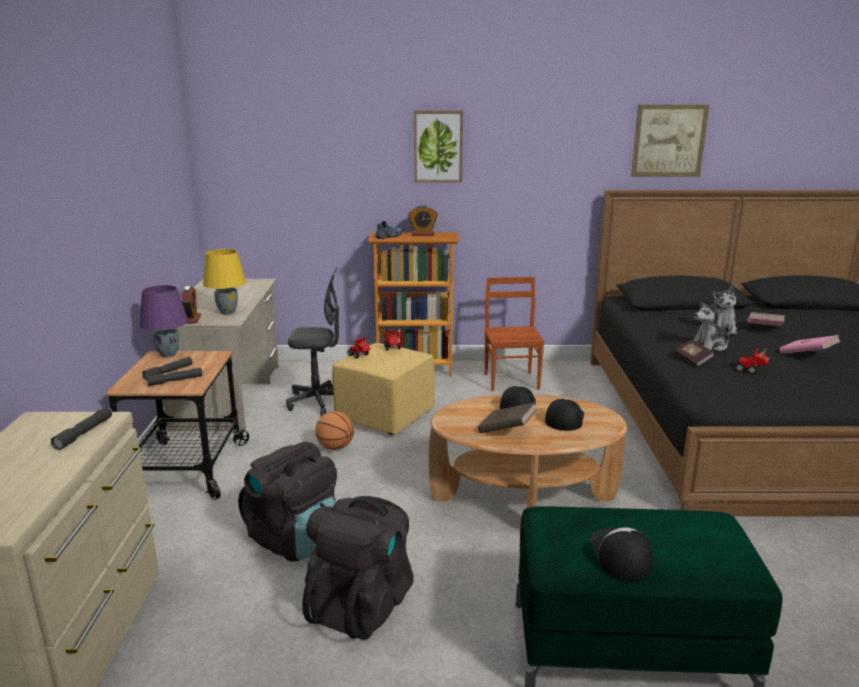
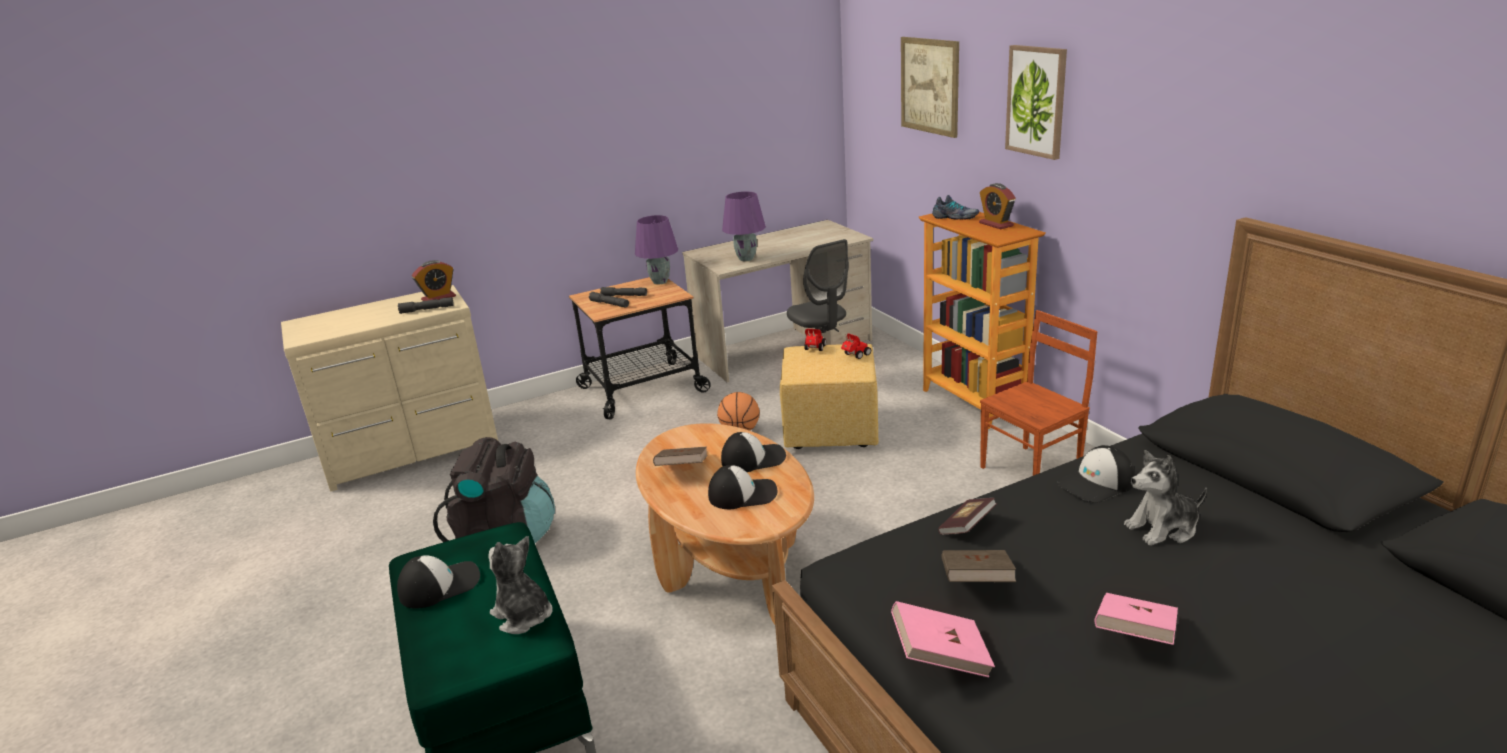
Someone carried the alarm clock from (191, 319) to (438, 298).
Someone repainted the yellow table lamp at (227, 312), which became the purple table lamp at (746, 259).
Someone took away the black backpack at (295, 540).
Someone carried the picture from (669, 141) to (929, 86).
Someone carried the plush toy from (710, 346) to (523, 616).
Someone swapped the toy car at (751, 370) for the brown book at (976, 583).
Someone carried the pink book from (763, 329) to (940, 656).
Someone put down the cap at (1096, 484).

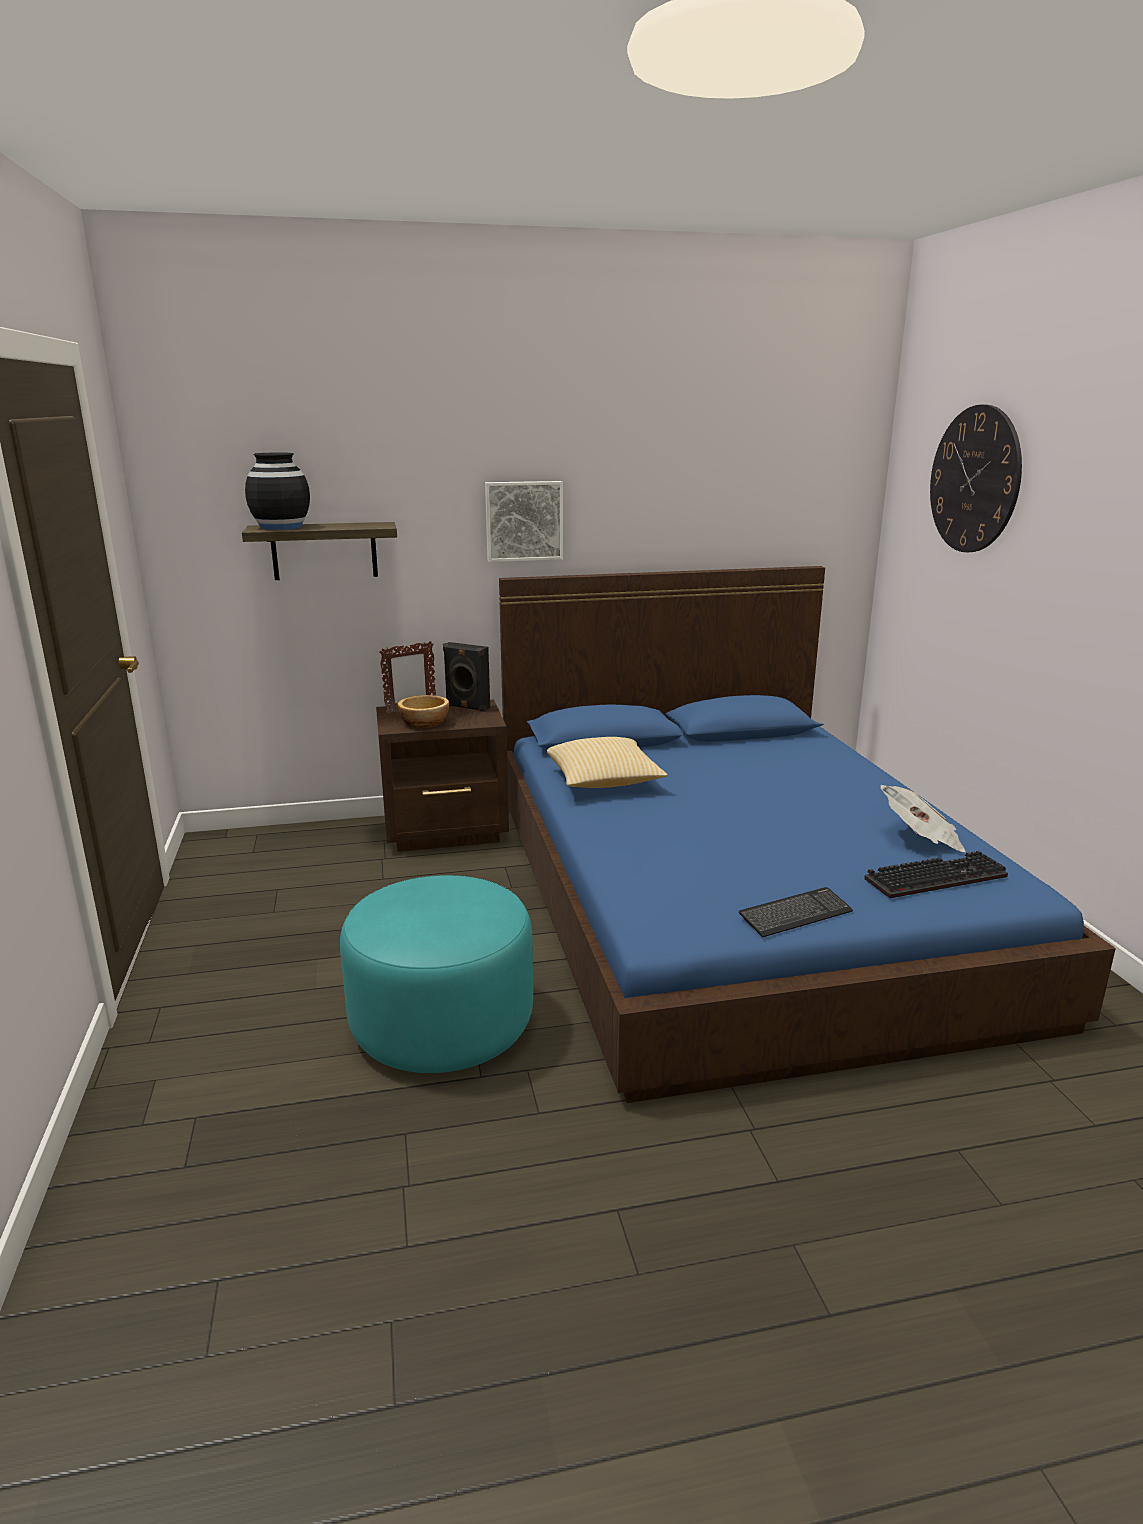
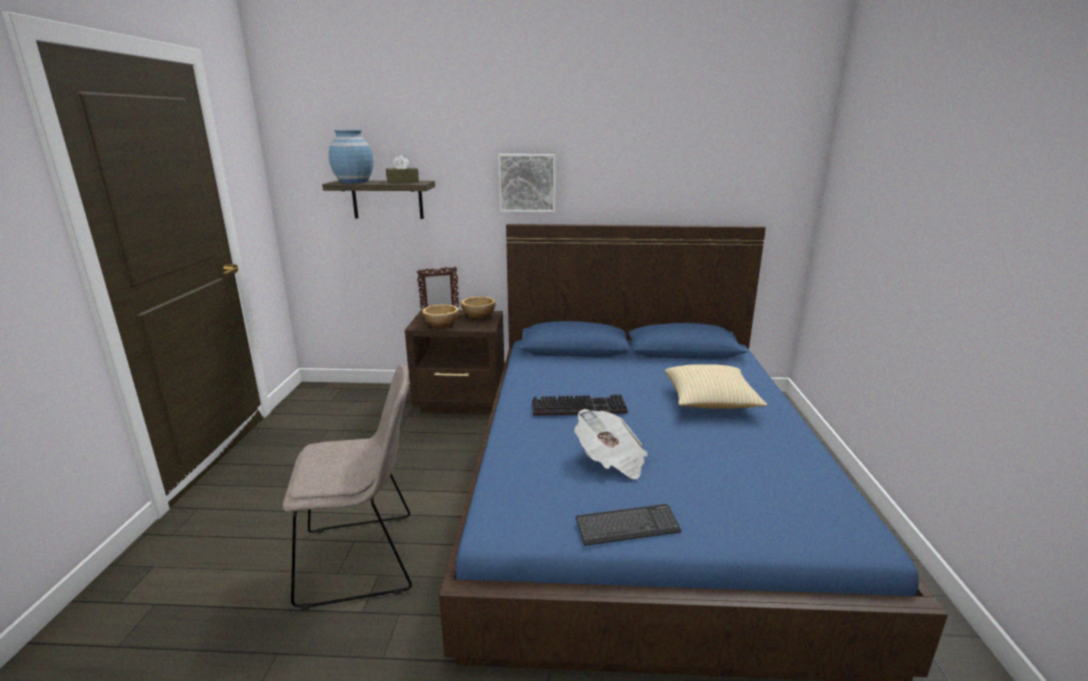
Someone repainted the black vase at (281, 527), which became the blue vase at (353, 181).
Someone swapped the turquoise ottoman at (443, 1024) for the beige chair at (364, 558).
Someone swapped the black speaker at (467, 707) for the bowl at (479, 315).
Someone carried the pillow from (603, 782) to (710, 402).
Someone carried the keyboard from (936, 876) to (580, 407).
Someone carried the newspaper from (921, 839) to (611, 460).
Someone took away the wall clock at (974, 479).
Someone put down the brown tissue box at (402, 182).

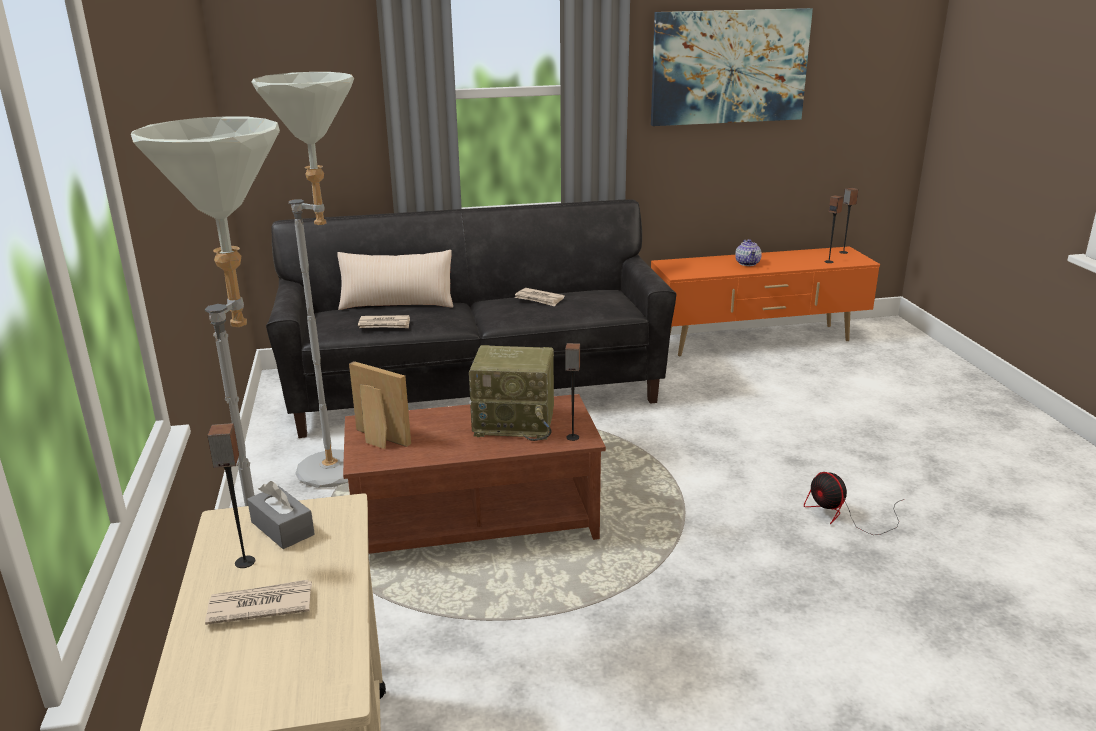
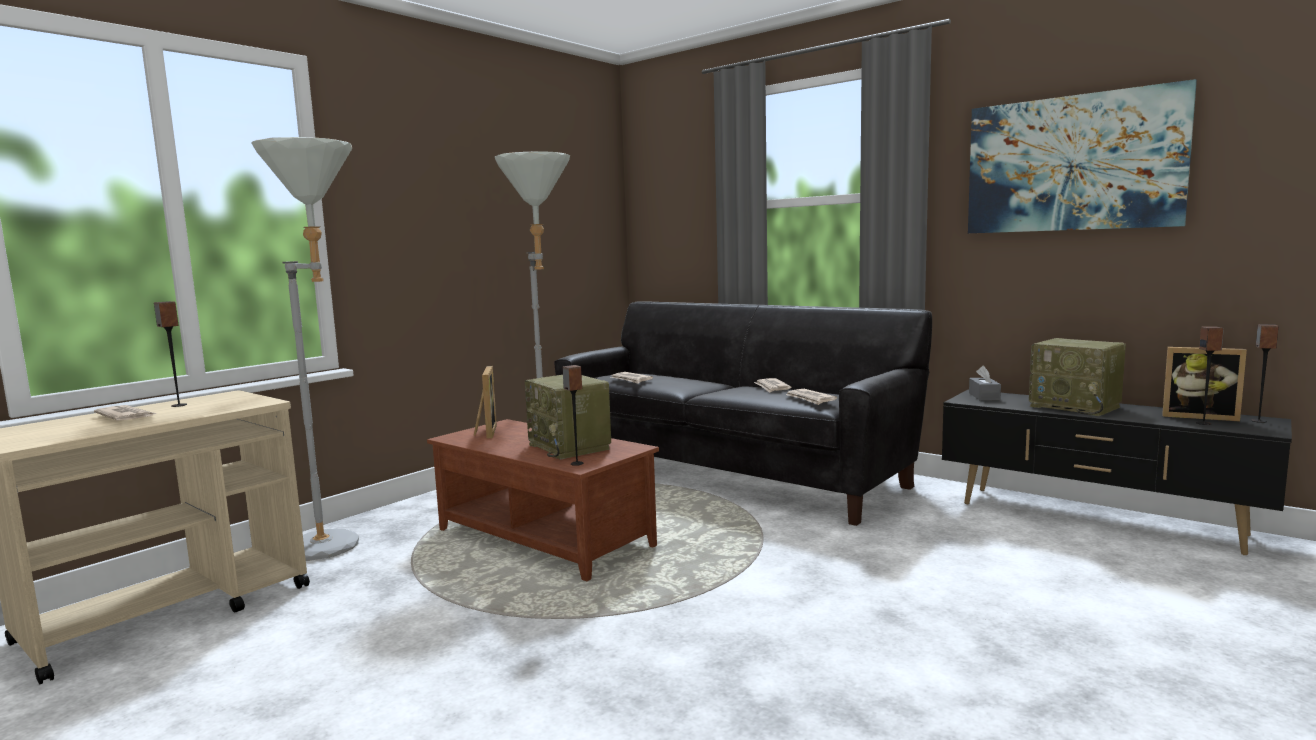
Someone carried the grey tissue box from (282, 528) to (984, 396).
Someone took away the beige pillow at (397, 304).
Someone repainted the orange tv stand at (758, 341), which became the black tv stand at (1097, 519).
Someone swapped the teapot at (747, 263) for the radio at (1076, 407).
Someone took away the fan at (846, 515).
Someone put down the newspaper at (810, 399).
Someone put down the picture frame at (1199, 416).

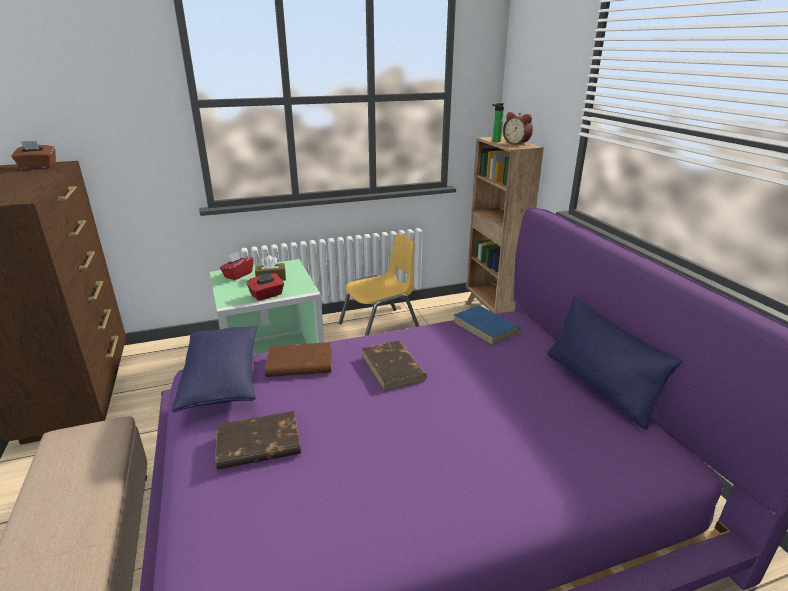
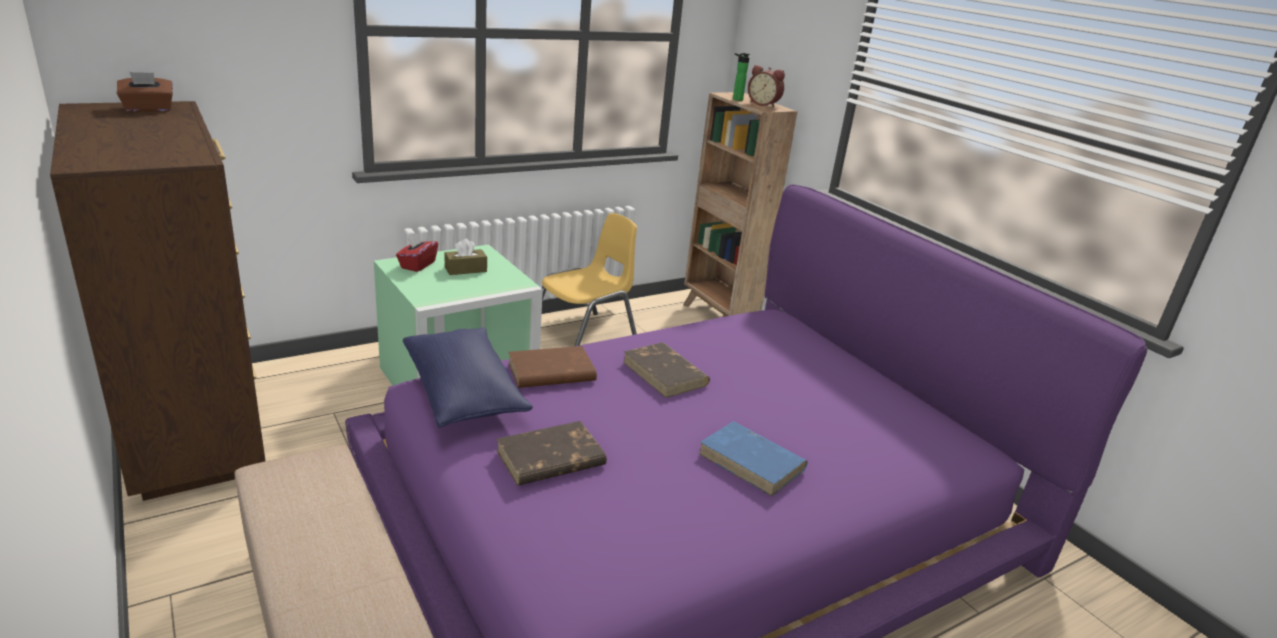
Someone took away the red tissue box at (267, 295).
Someone carried the blue book from (486, 328) to (752, 462).
Someone took away the blue pillow at (598, 386).

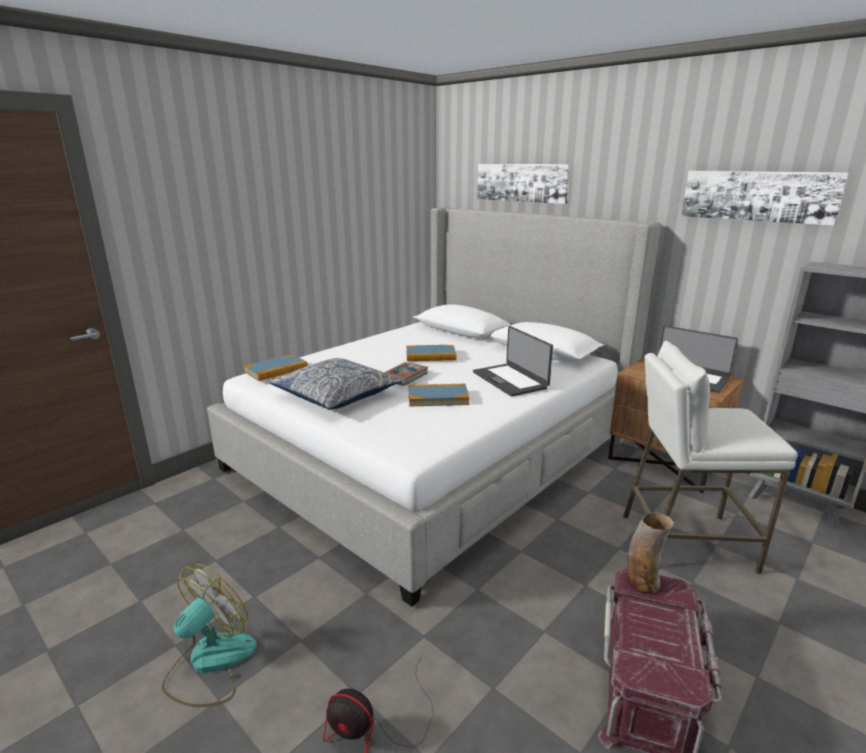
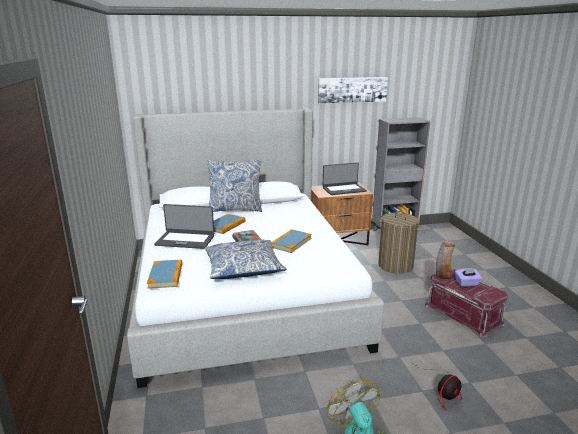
Someone carried the laptop from (510, 380) to (185, 240).
Someone took away the picture at (522, 182).
Someone swapped the white stool at (685, 542) for the laundry basket at (395, 265).
Someone put down the pillow at (235, 209).
Someone put down the purple tissue box at (467, 283).

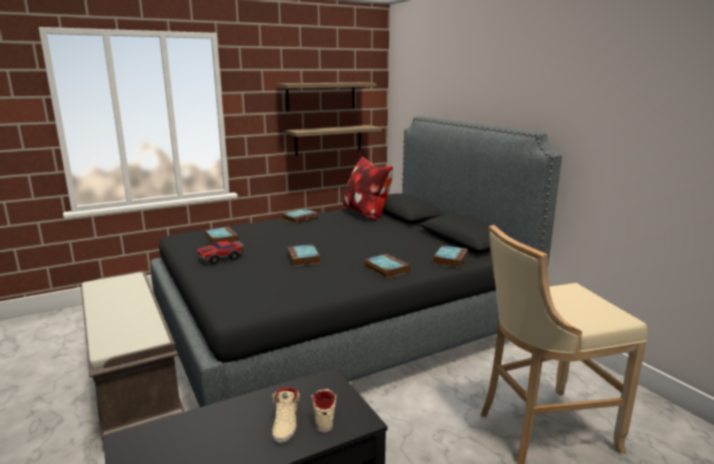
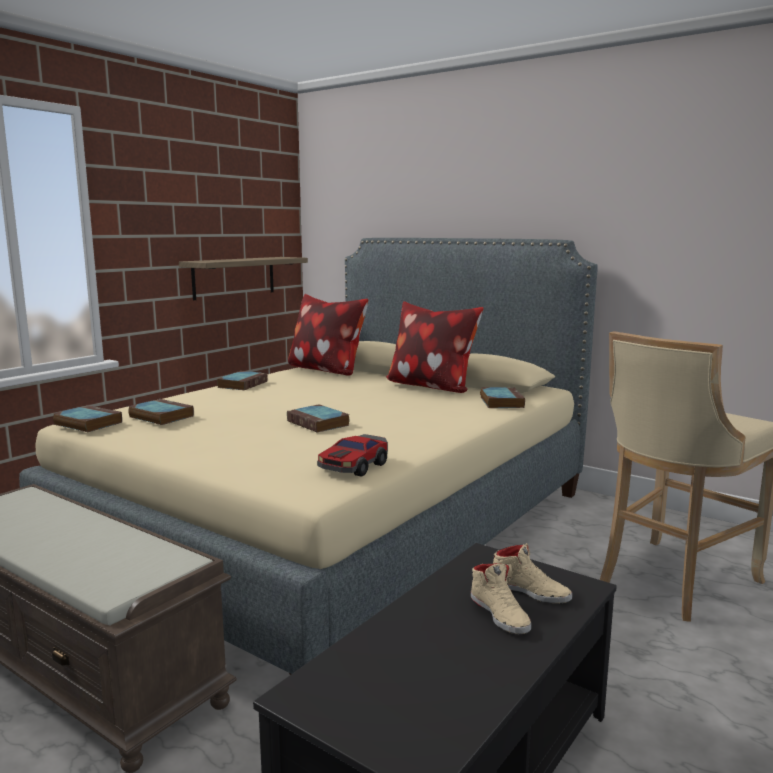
Someone repainted the black bed at (341, 325), which became the beige bed at (340, 526).
Someone carried the toy car from (221, 258) to (354, 466).
Someone took away the shelf at (321, 96).
Someone rotated the beige shoe at (324, 413) by 150 degrees clockwise.
Someone carried the book from (385, 269) to (86, 423).
Someone put down the pillow at (431, 387).

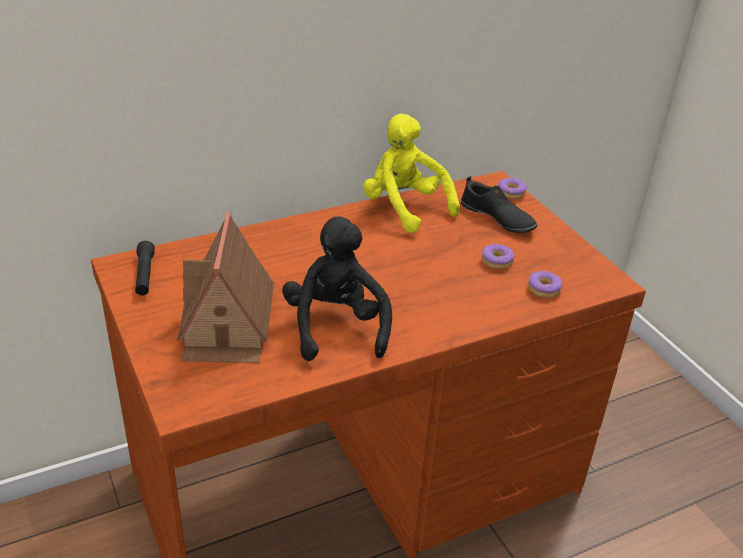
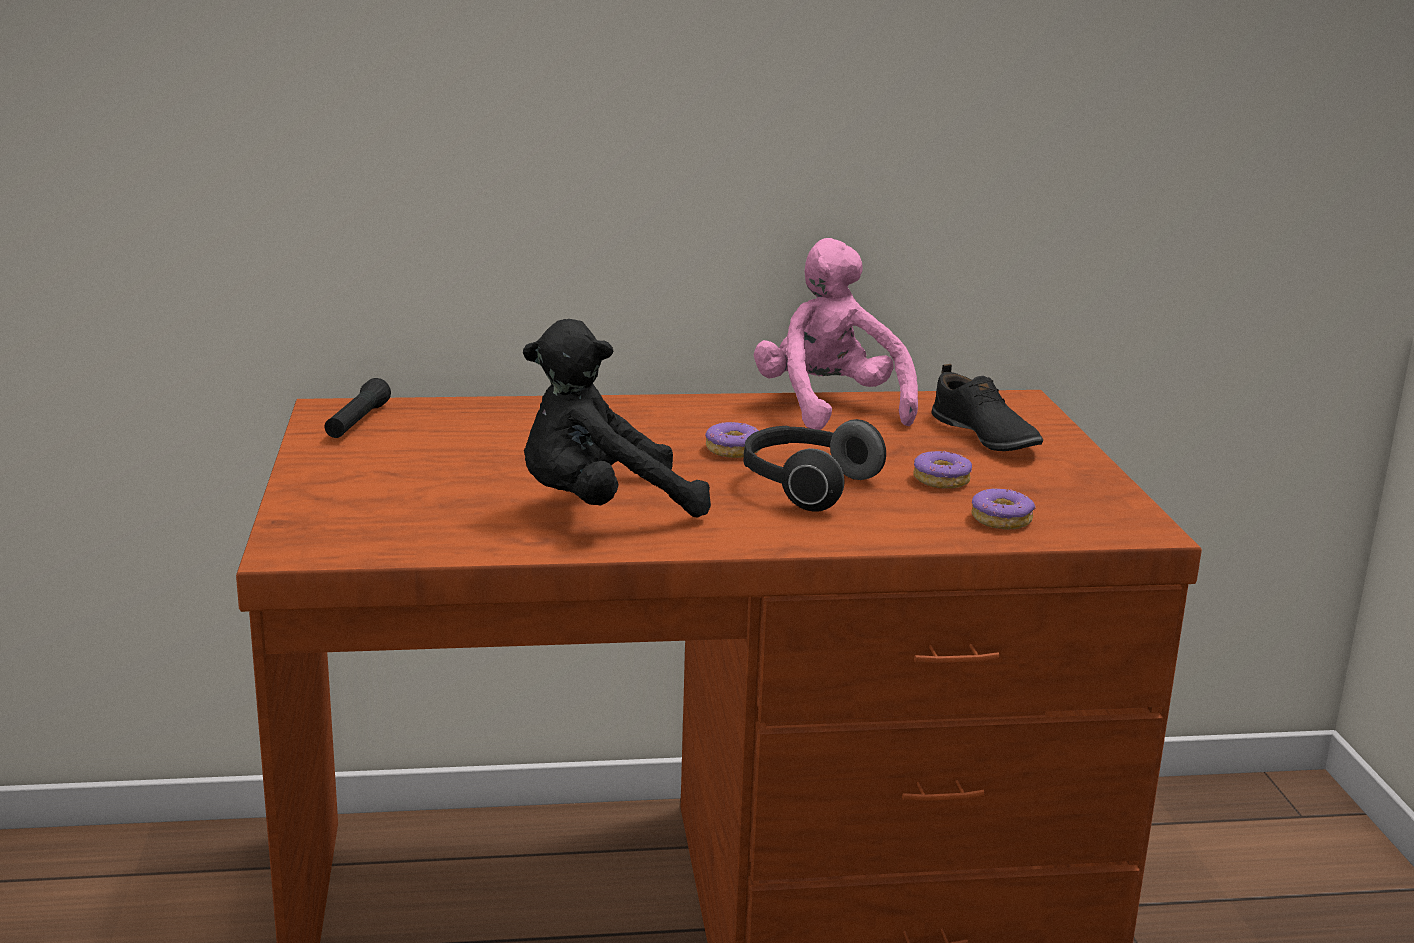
Someone took away the toy house at (227, 323).
Someone rotated the black plush toy at (336, 327) by 120 degrees counterclockwise.
Someone repainted the yellow plush toy at (405, 208), which became the pink plush toy at (829, 407).
Someone carried the donut from (511, 193) to (733, 450).
Someone put down the headphones at (805, 486).

